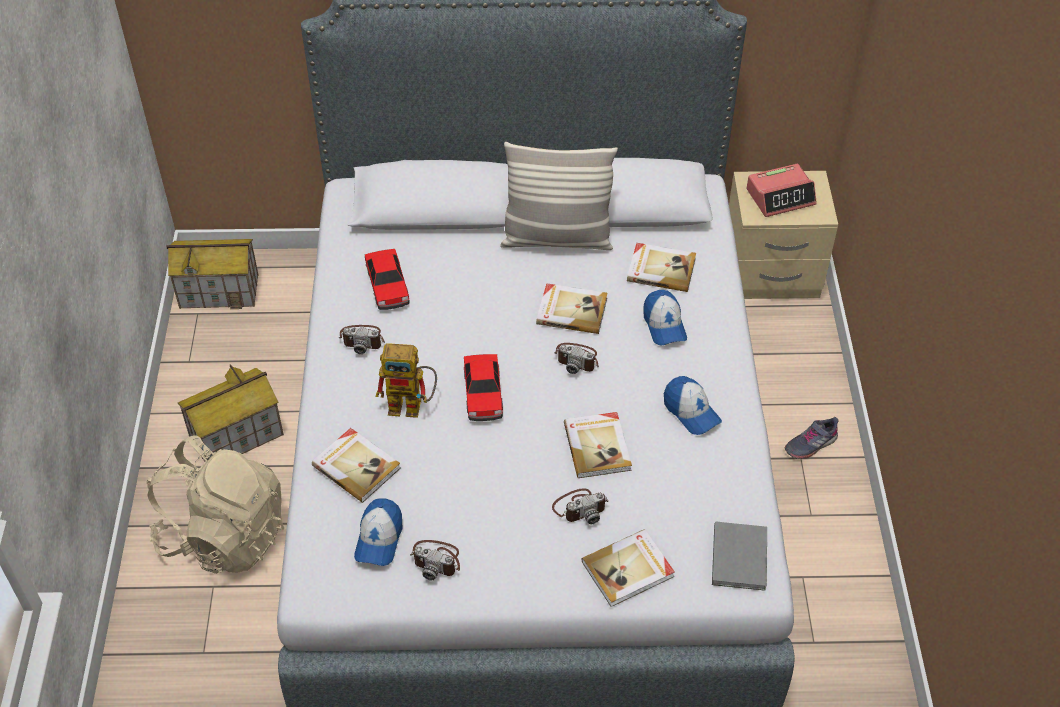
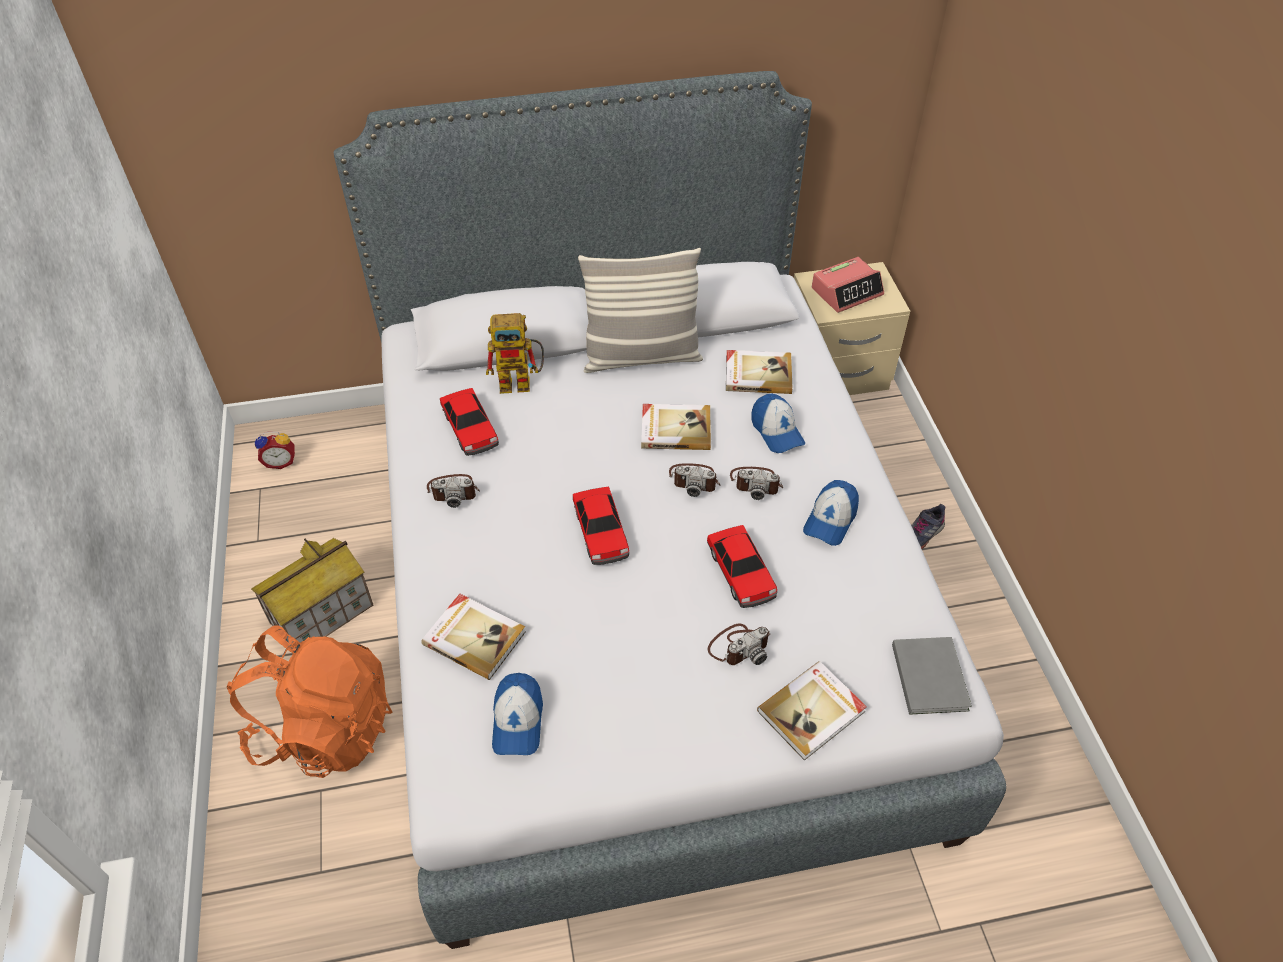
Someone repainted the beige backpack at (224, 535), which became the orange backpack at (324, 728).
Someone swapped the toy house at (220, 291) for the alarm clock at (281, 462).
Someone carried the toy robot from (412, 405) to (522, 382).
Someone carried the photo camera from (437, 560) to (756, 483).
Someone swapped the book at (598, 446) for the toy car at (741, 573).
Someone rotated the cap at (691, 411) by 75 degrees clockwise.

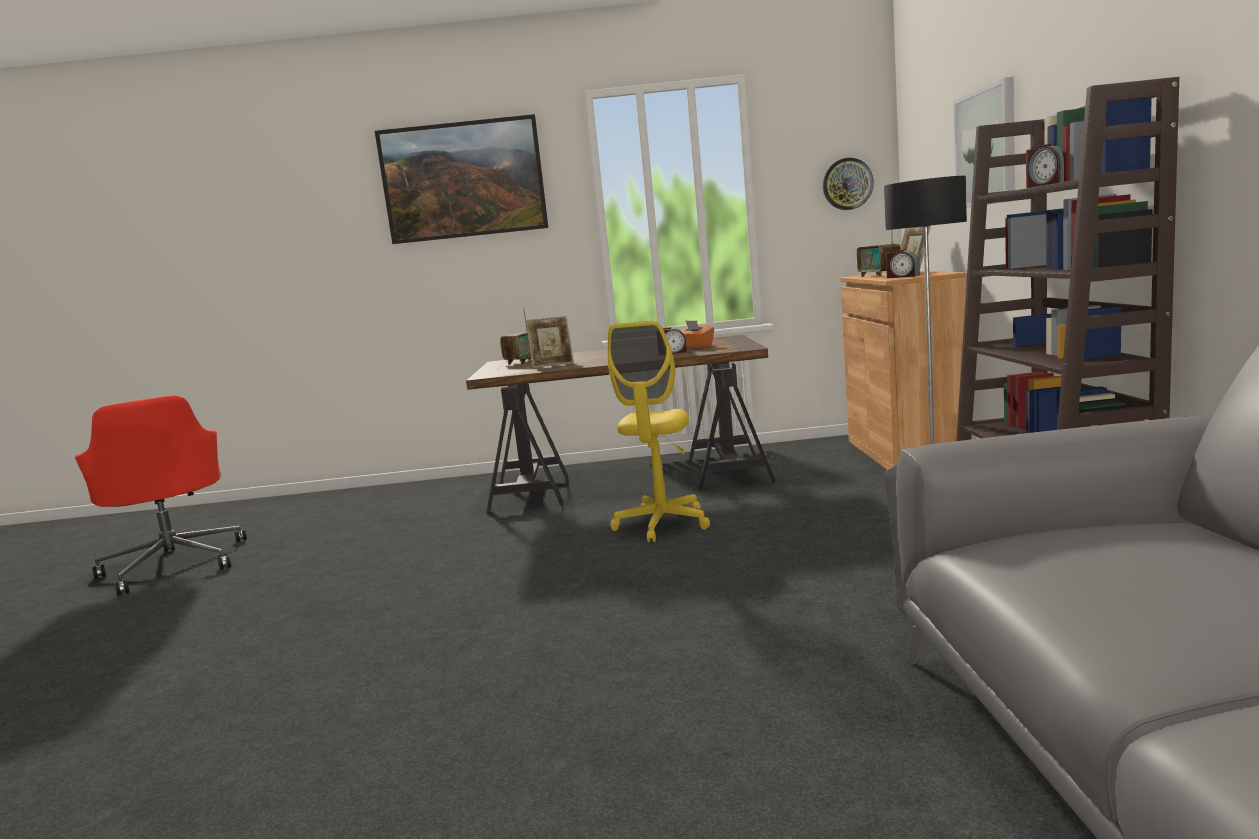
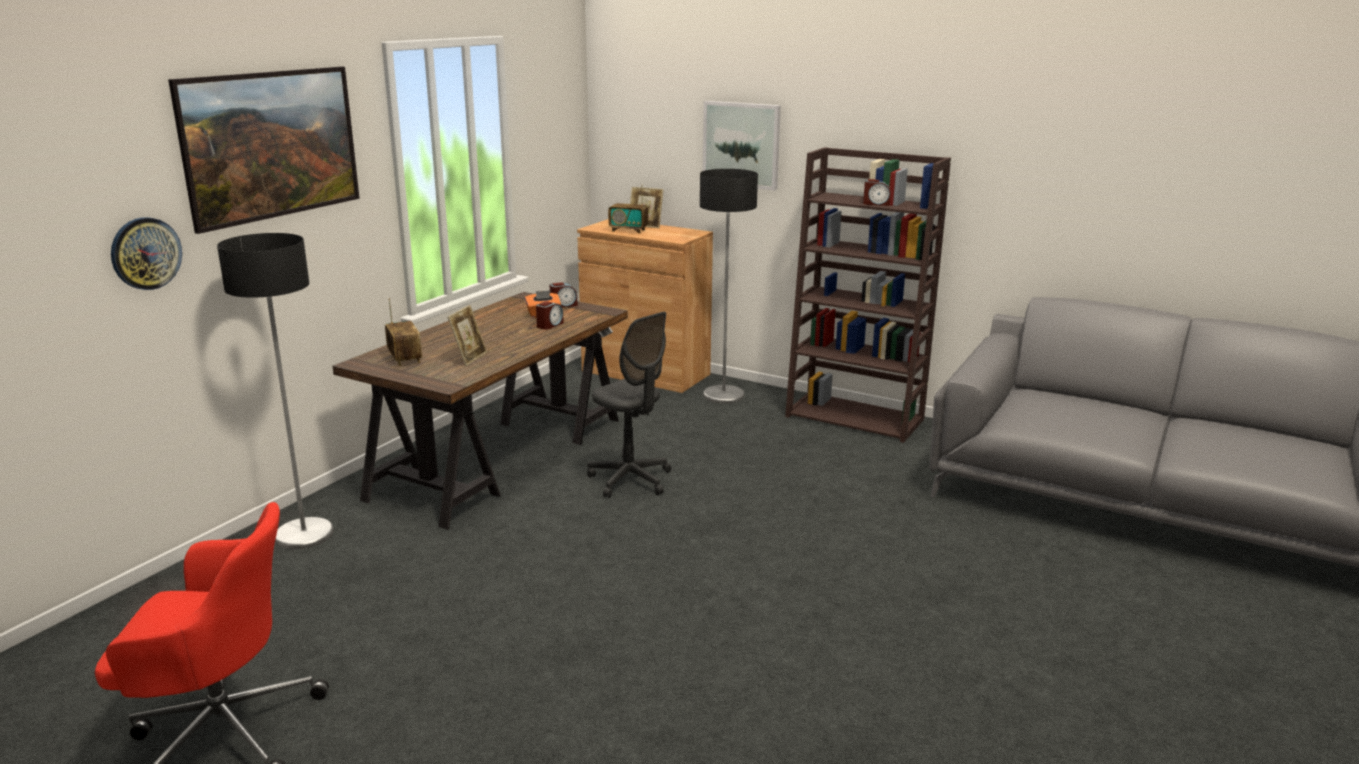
Someone repainted the yellow office chair at (662, 524), which became the grey office chair at (630, 480).
Someone carried the wall clock from (847, 184) to (145, 253).
Someone carried the alarm clock from (902, 276) to (563, 305).
Someone put down the floor lamp at (304, 534).

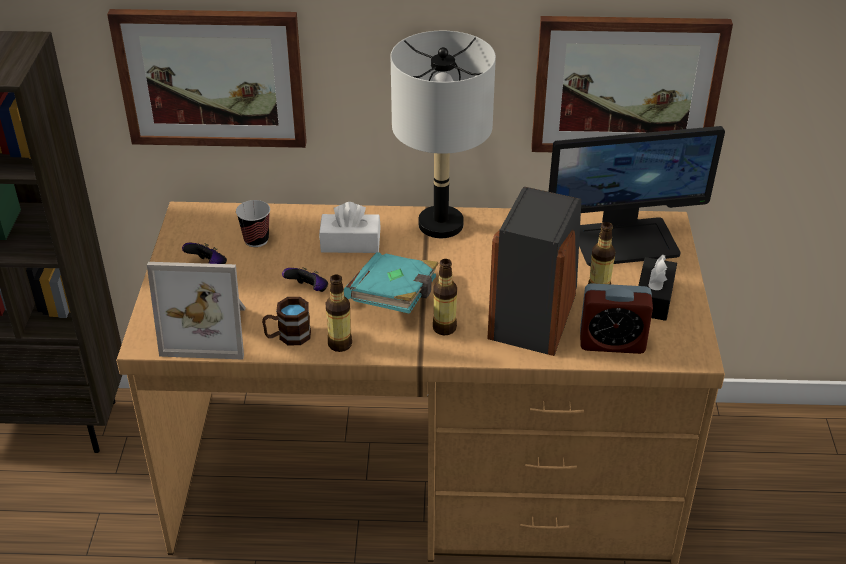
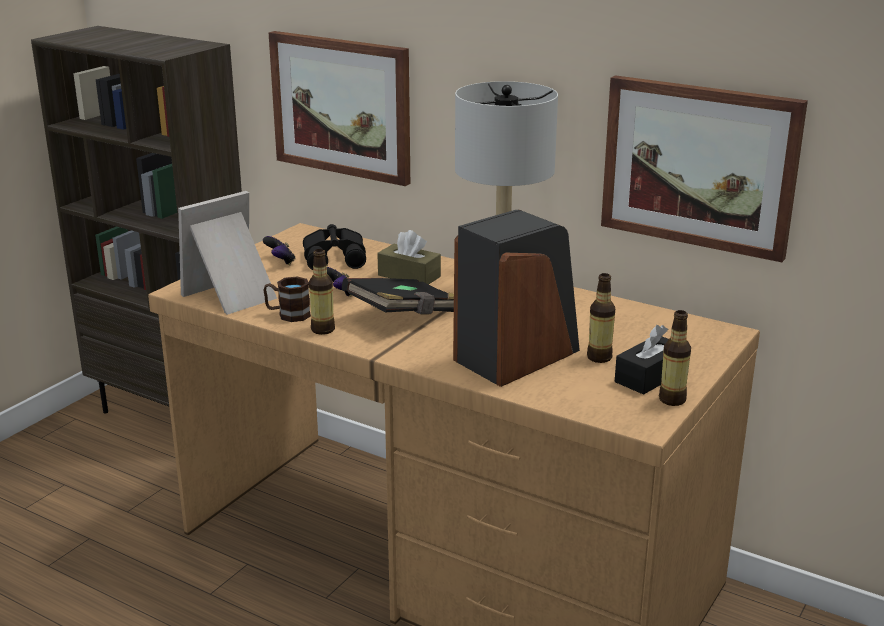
Someone rotated the picture frame at (209, 330) by 105 degrees clockwise.
Someone swapped the cup at (256, 240) for the black binoculars at (336, 257).
Someone repainted the white tissue box at (350, 243), which became the brown tissue box at (409, 276).
Someone repainted the turquoise book at (394, 298), which became the black book at (403, 316).
Someone carried the bottle from (444, 328) to (672, 400).
Someone took away the monitor at (625, 241).
Someone took away the alarm clock at (612, 342).

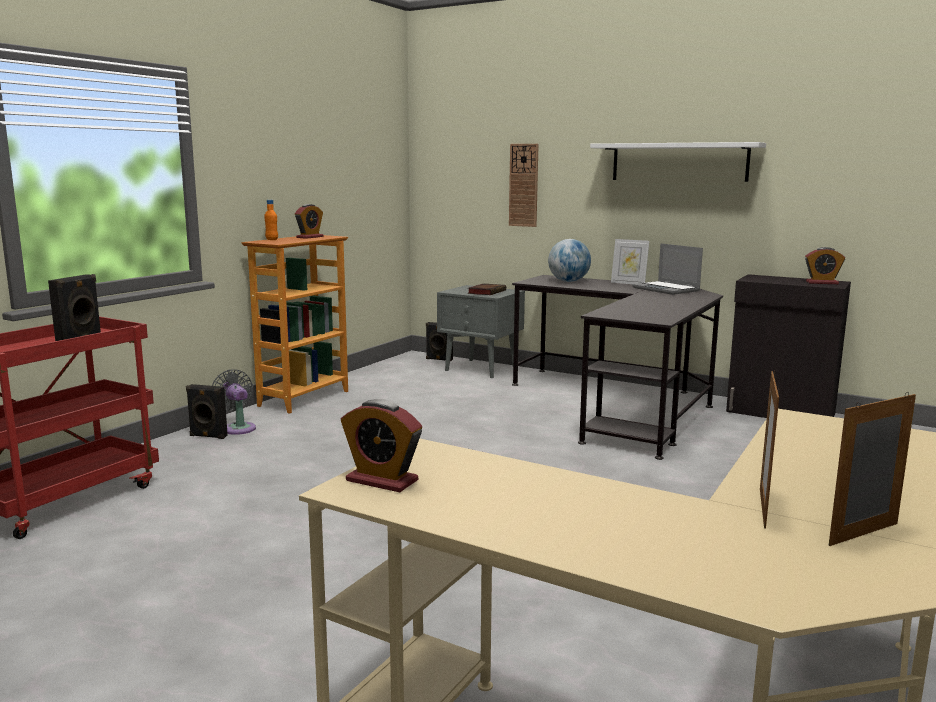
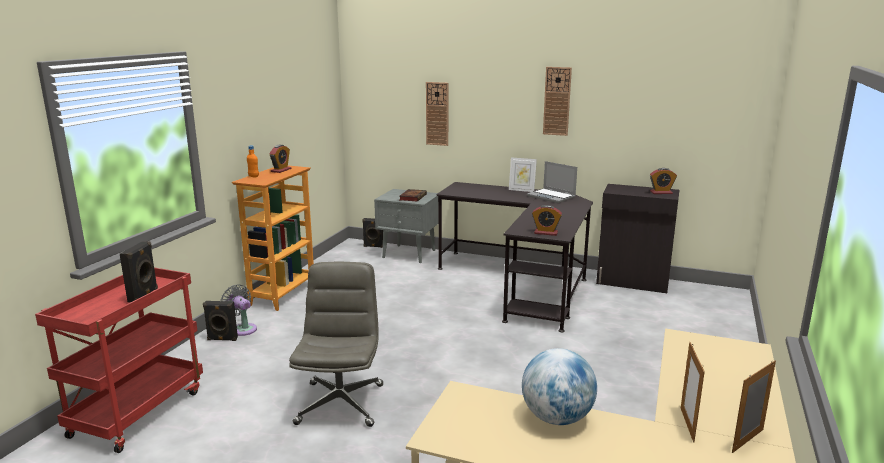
Someone carried the alarm clock from (382, 480) to (546, 233).
Someone carried the globe from (568, 281) to (557, 418).
Someone swapped the white shelf at (679, 162) for the wall clock at (557, 101).
Someone put down the grey office chair at (340, 403).

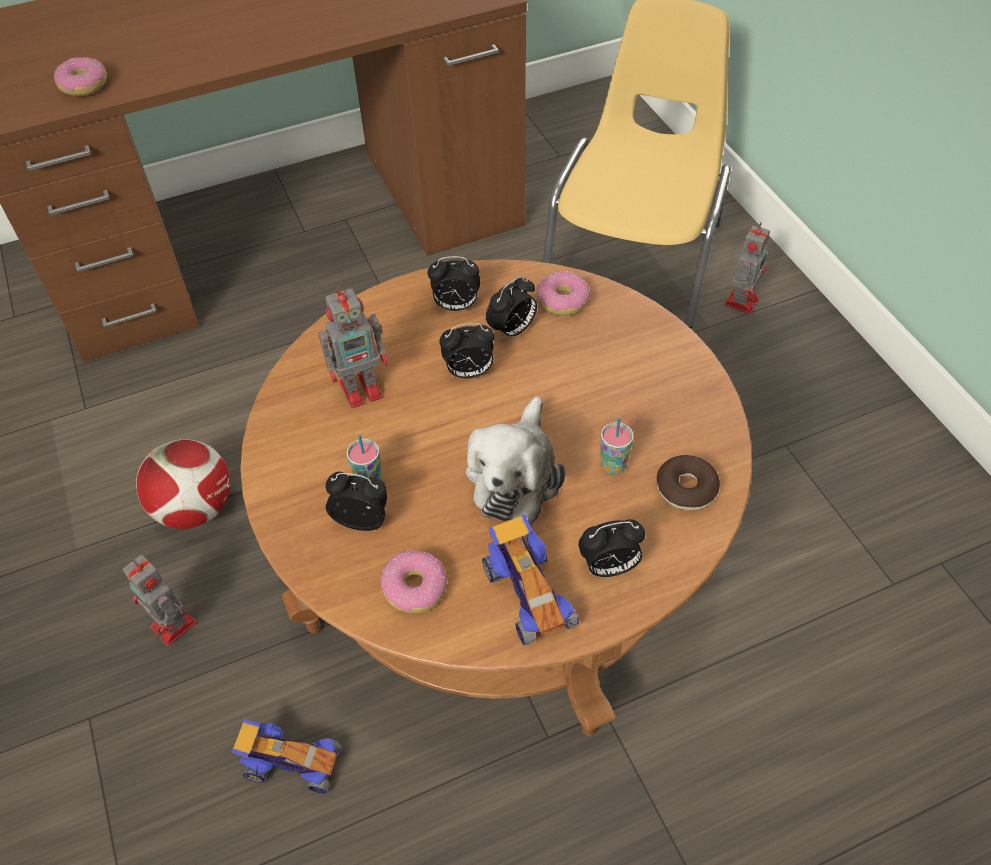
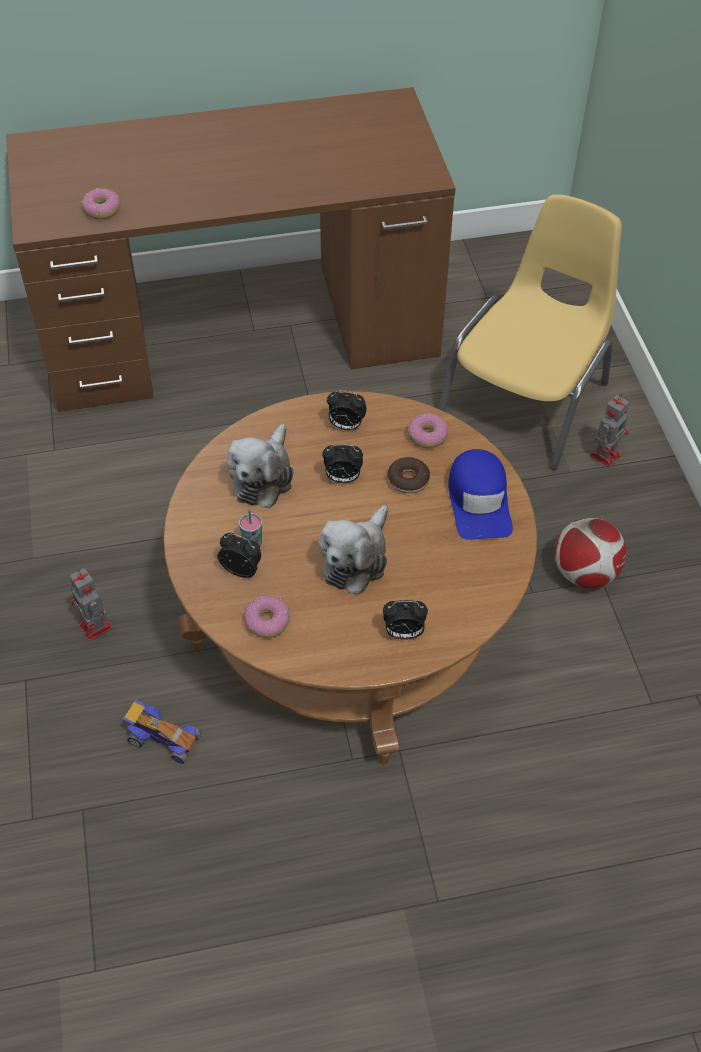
Someone carried the football from (195, 509) to (584, 573).
Someone swapped the toy robot at (363, 388) for the plush toy at (263, 476).
Someone took away the toy car at (528, 593).
Someone took away the alarm clock at (512, 330).
Someone took away the cup at (613, 466).
Someone carried the donut from (686, 489) to (408, 480).
Someone put down the blue cap at (479, 501).

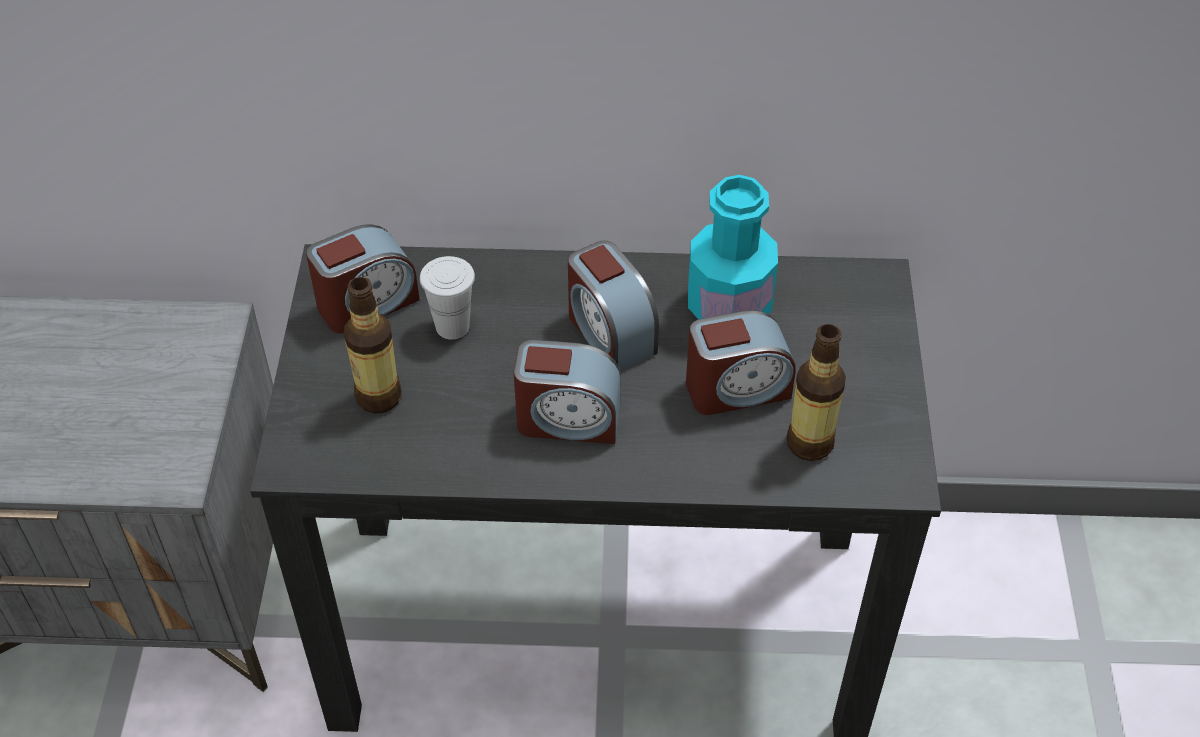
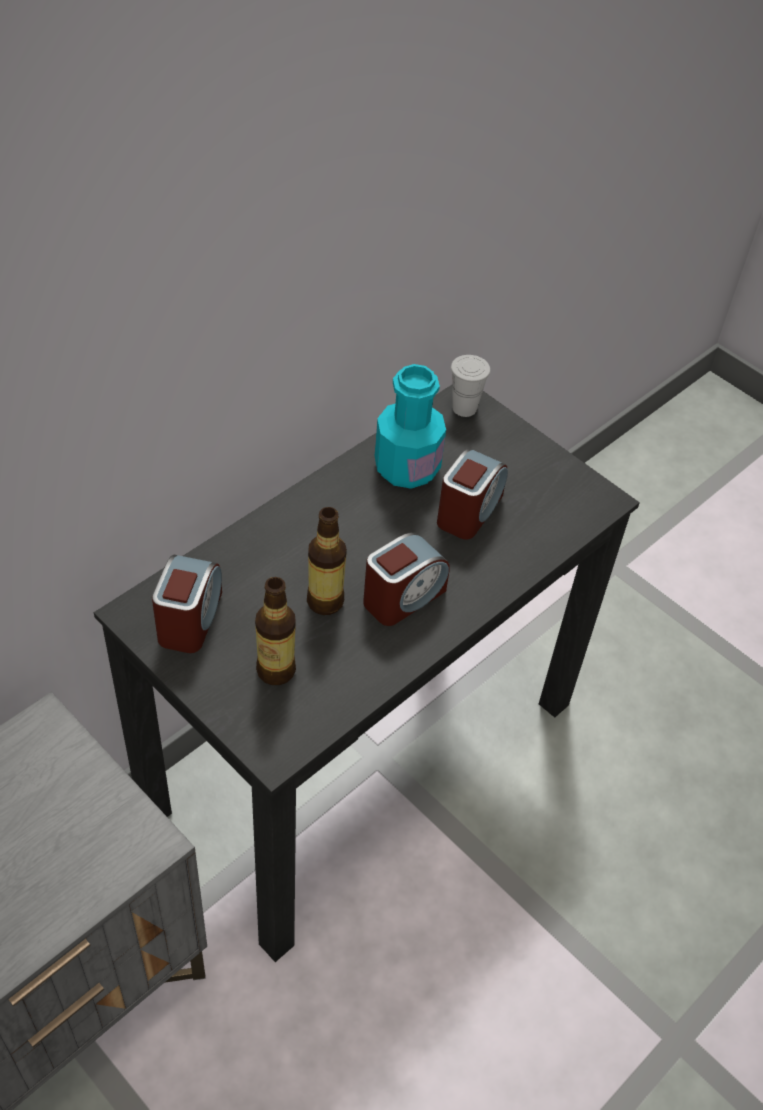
Someone carried the white cup from (452, 326) to (464, 408).
Someone took away the alarm clock at (609, 333).
Someone carried the bottle from (809, 443) to (325, 601).

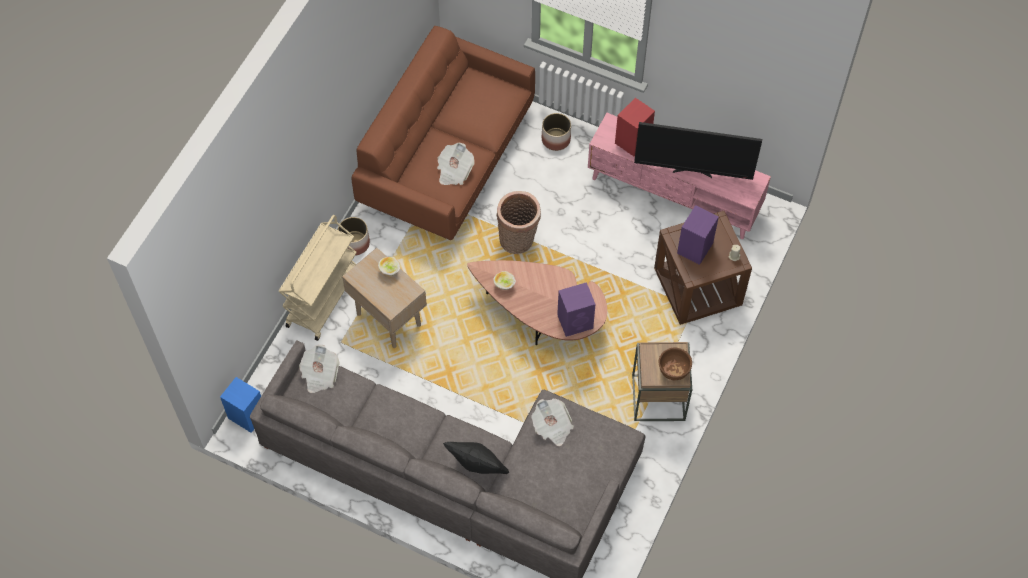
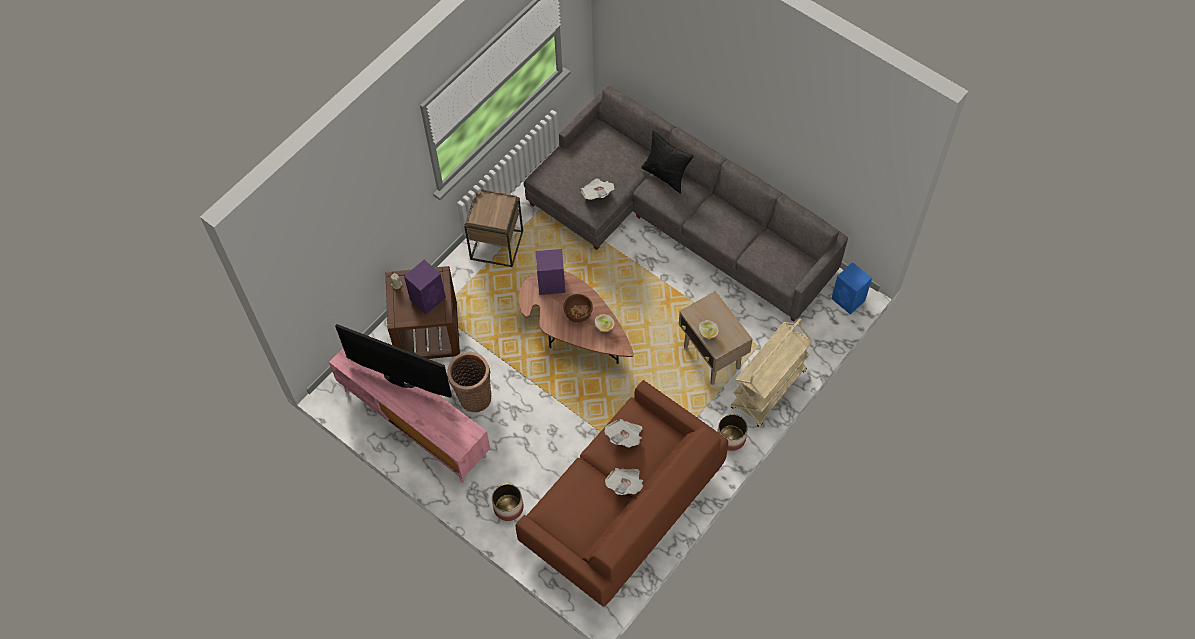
Someone carried the newspaper from (319, 374) to (625, 484).
Someone carried the basket from (518, 240) to (473, 396).
Someone took away the red speaker at (633, 140).
Someone carried the brown bowl from (673, 370) to (578, 315).

